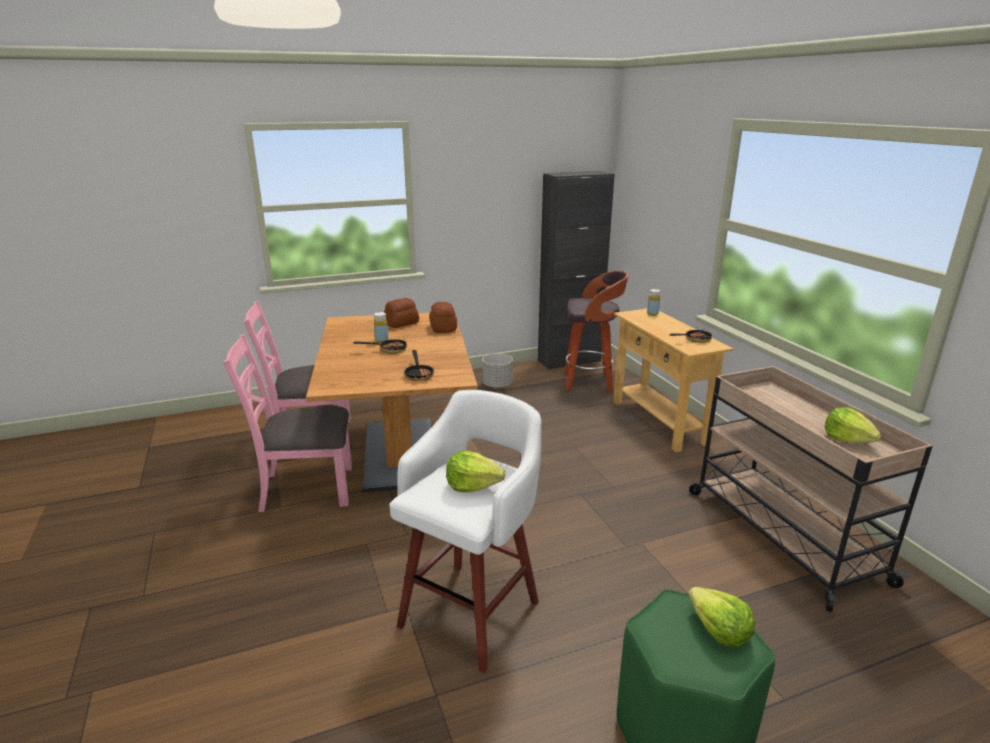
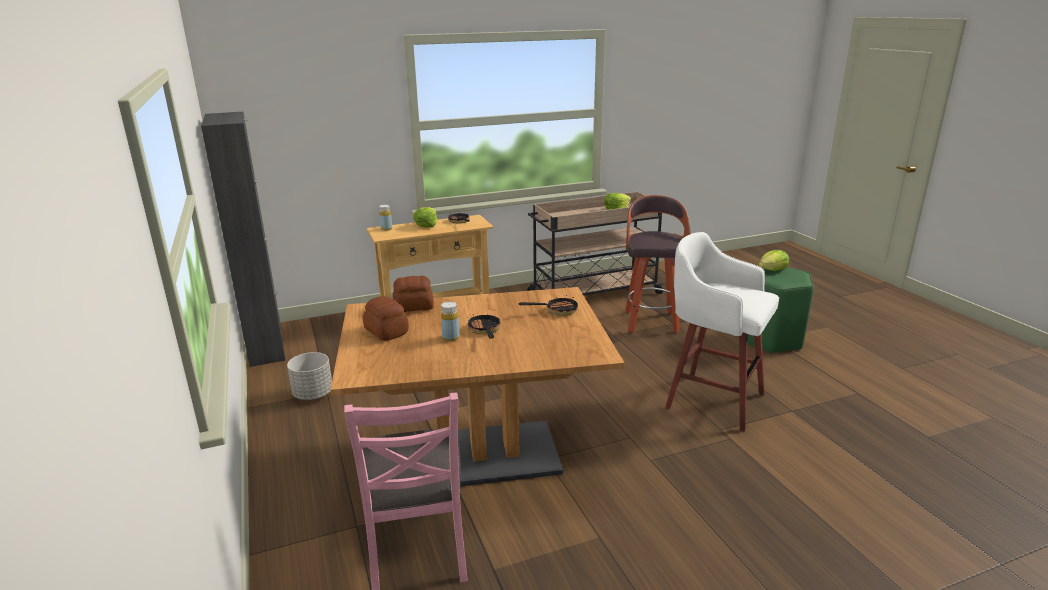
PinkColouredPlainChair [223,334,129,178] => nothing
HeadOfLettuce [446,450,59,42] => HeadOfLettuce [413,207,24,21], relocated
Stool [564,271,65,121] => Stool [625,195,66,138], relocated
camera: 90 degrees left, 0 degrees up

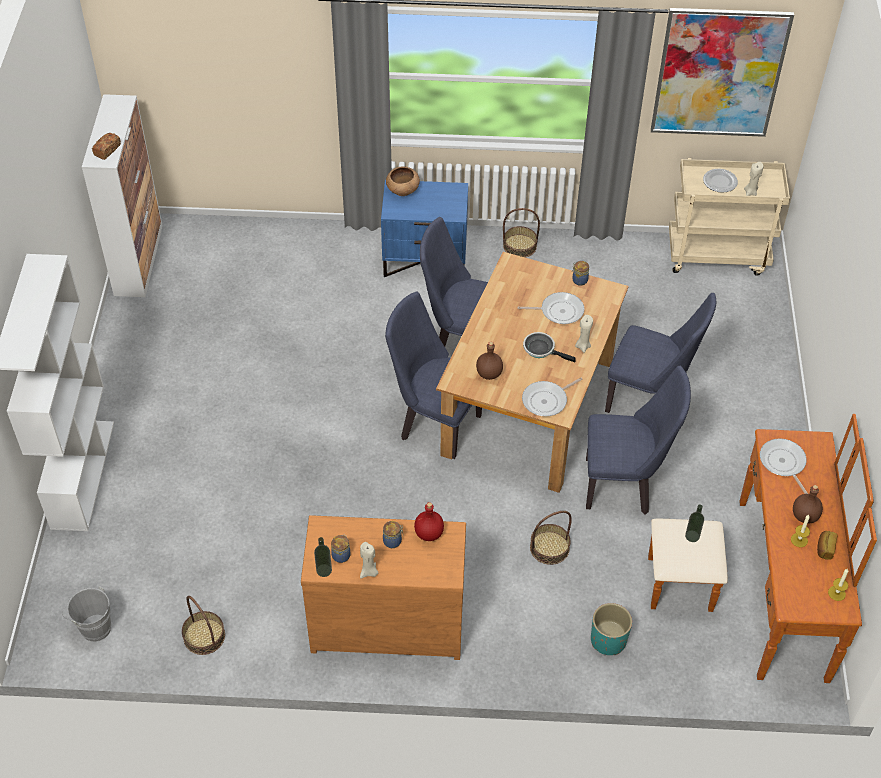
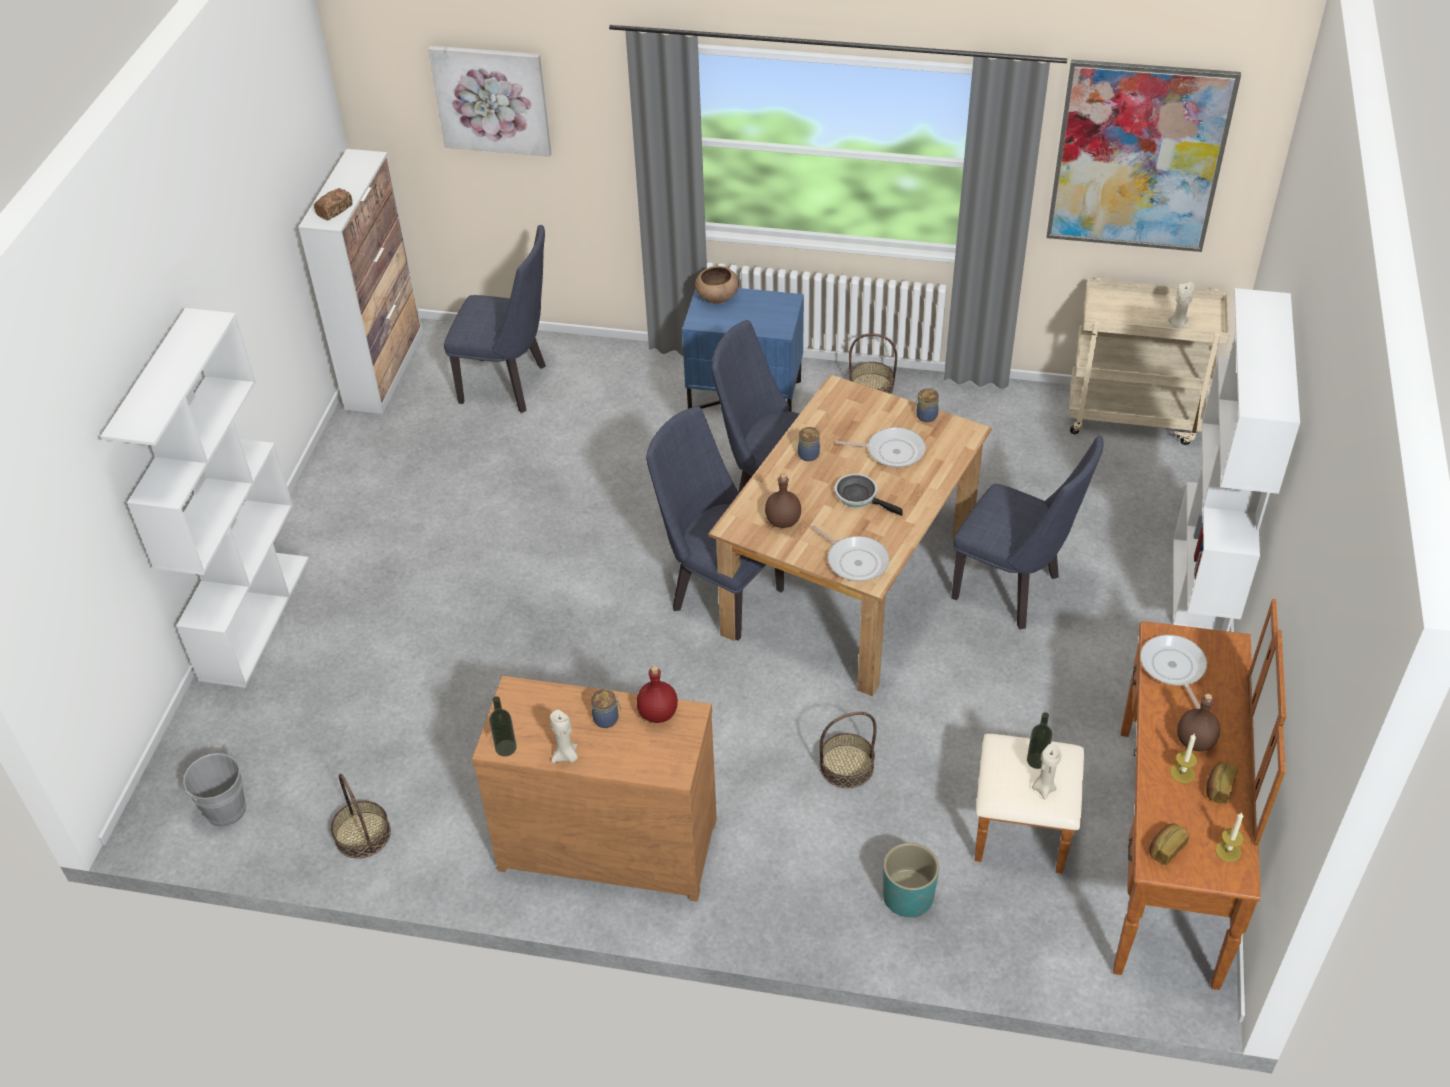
Plate [703,169,35,24] => nothing
nothing => Picture [428,46,123,111]
nothing => BakeryBread [1149,823,41,42]
nothing => WhiteBookcase [1173,288,127,343]
StorageJar [331,535,19,28] => StorageJar [798,427,22,34], relocated
BeigeWaxLight [575,315,18,38] => BeigeWaxLight [1032,744,30,55], relocated
BlueColouredPlainChair [586,365,105,150] => BlueColouredPlainChair [444,225,102,188], relocated
Pan [522,378,60,38] => Pan [812,525,78,57], 105 degrees counterclockwise
camera: 10 degrees right, 5 degrees down

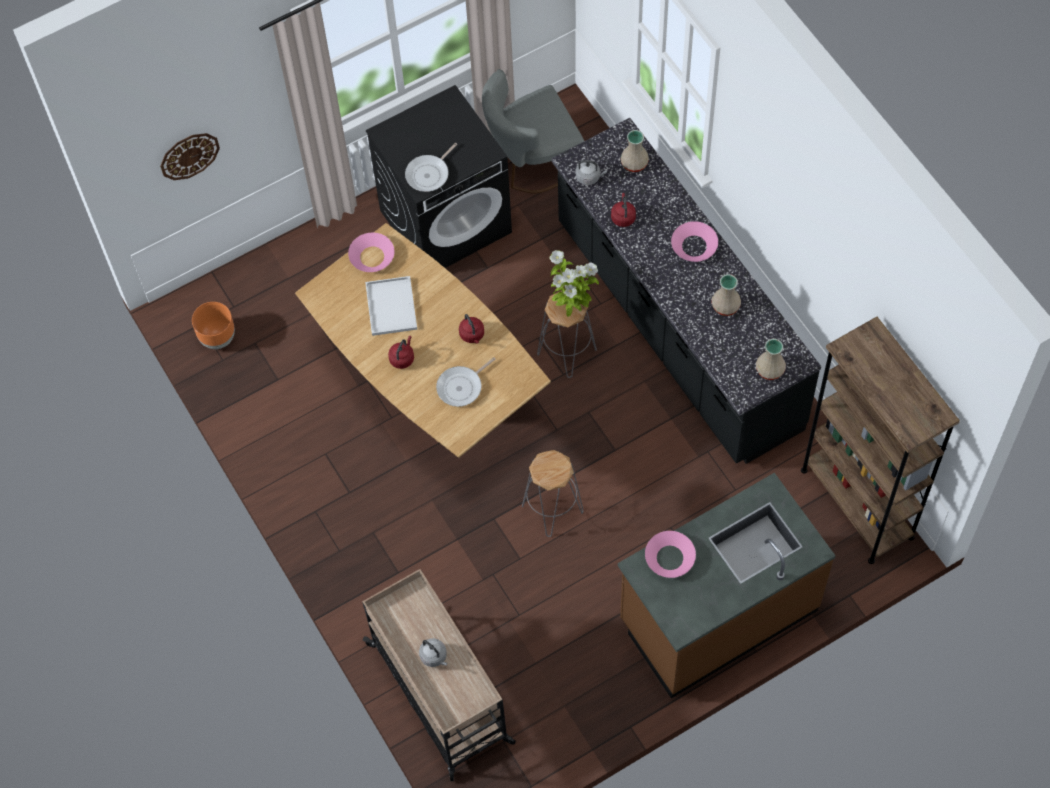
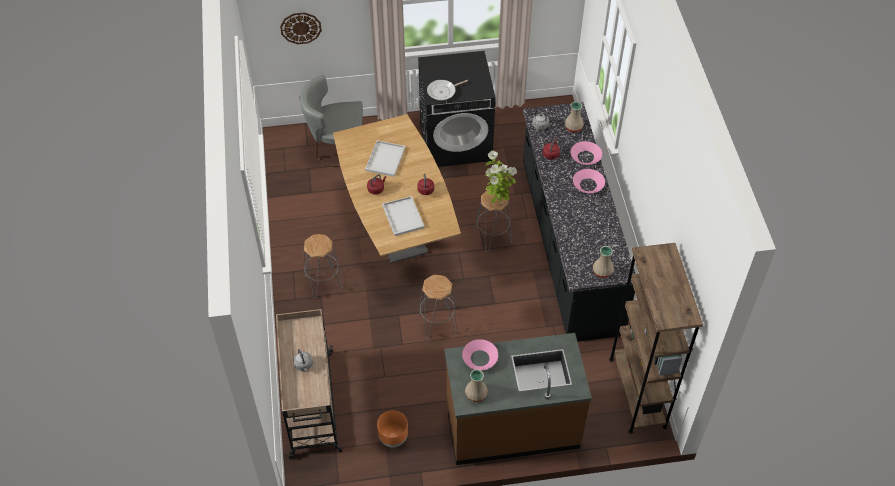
nothing => GreyishStool [303,234,40,64]
OrangeyPlanter [192,302,43,47] => OrangeyPlanter [377,410,31,38], relocated
PinkColouredBowl [348,233,47,39] => PinkColouredBowl [571,141,31,24], relocated
GreyishPlainChair [482,69,102,124] => GreyishPlainChair [299,75,64,92], relocated
BeigeVase [712,274,29,42] => BeigeVase [465,369,23,33], relocated
Pan [436,357,59,50] => WhiteTray [382,196,43,40]
camera: 20 degrees right, 10 degrees down

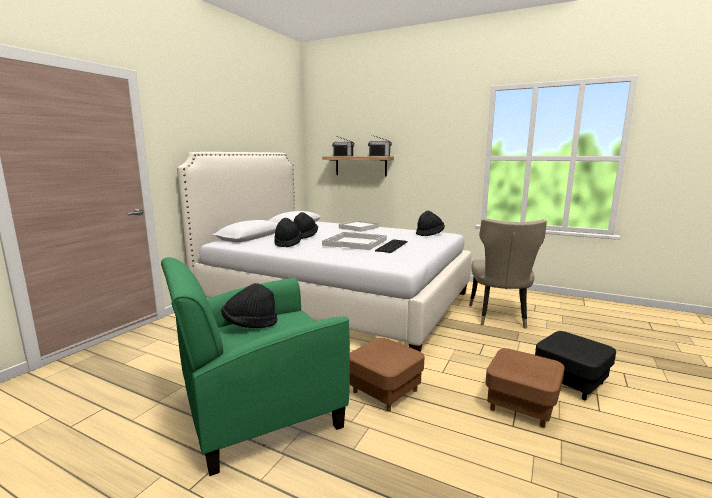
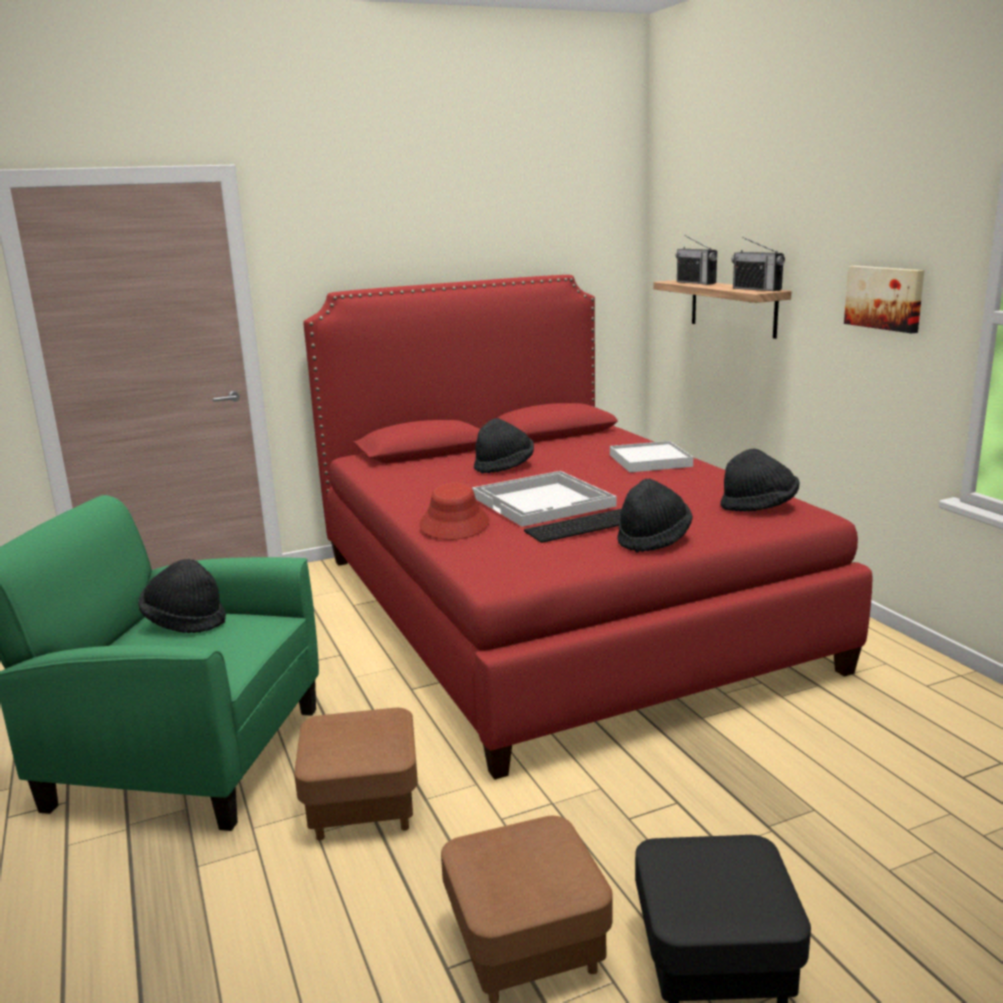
BeigePlainChair [469,218,78,110] => nothing
nothing => RedHat [419,483,70,57]
nothing => Picture [844,266,80,68]
BlackColouredHat [274,218,28,29] => BlackColouredHat [617,479,76,74], relocated
WhiteSleepingBed [177,152,294,200] => RedSleepingBed [303,275,569,505]
camera: 40 degrees right, 5 degrees up

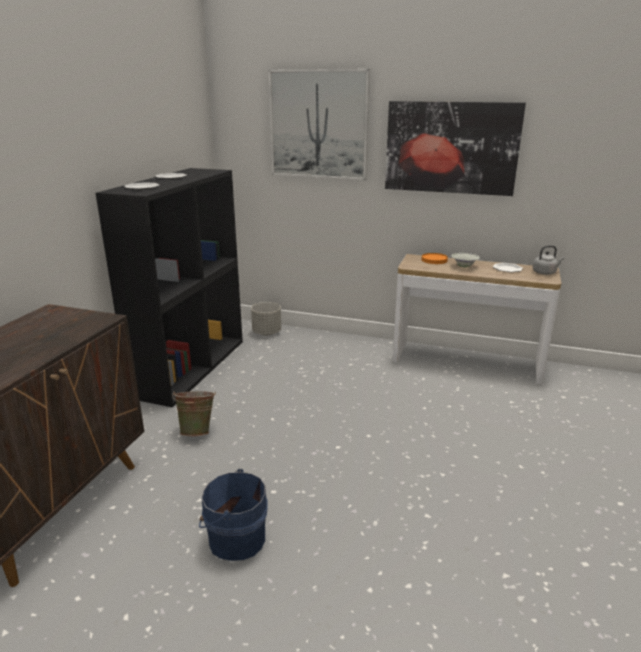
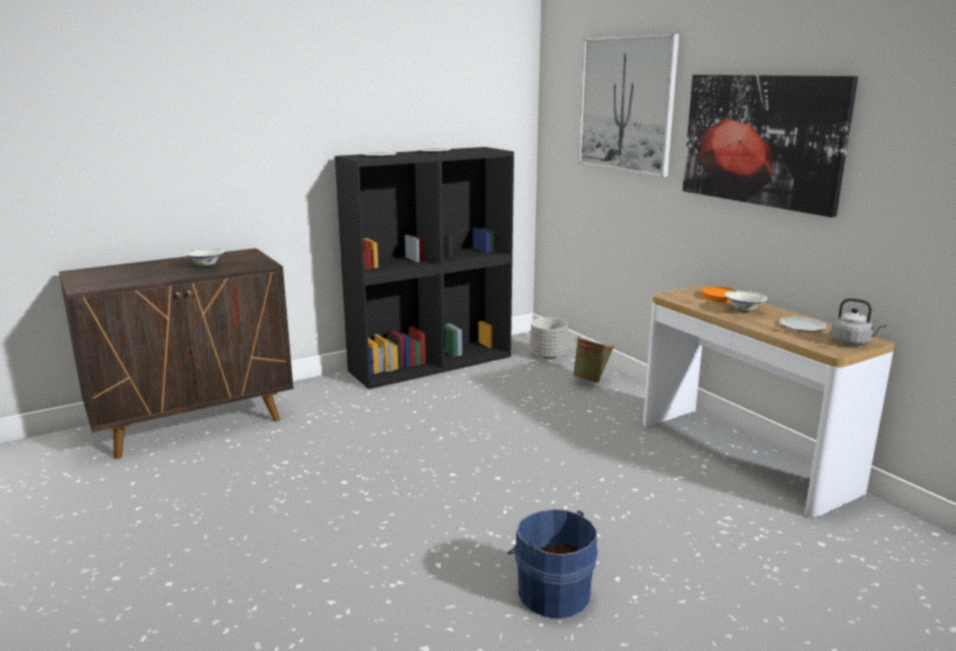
nothing => WhiteBowl [184,248,41,19]
GreenishPail [172,391,44,45] => GreenishPail [573,336,41,47], relocated
BlueColouredPail [199,469,68,92] => BlueColouredPail [507,509,91,110], relocated
camera: 40 degrees right, 5 degrees down

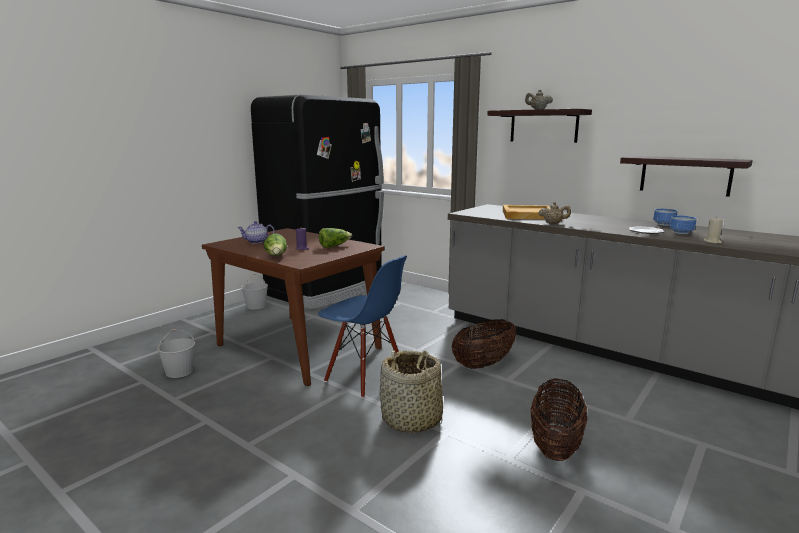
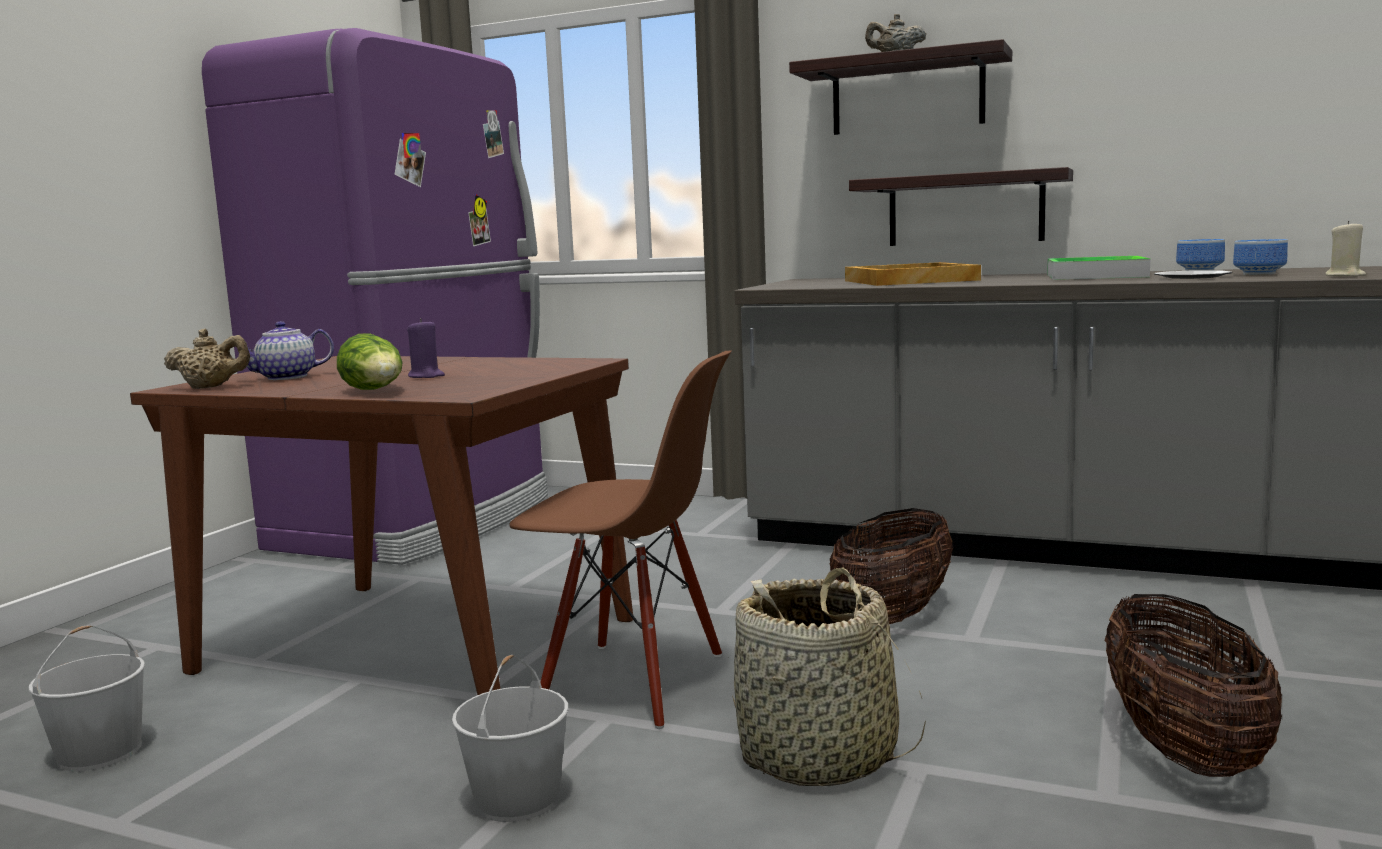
HeadOfLettuce [319,228,33,20] => nothing
nothing => Tray [1047,256,103,24]
WhitePail [241,274,27,35] => WhitePail [452,655,116,167], relocated
BeigeTeapot [539,202,32,22] => BeigeTeapot [164,329,86,60], relocated
BracketShelf [620,156,133,41] => BracketShelf [849,167,224,79], relocated
BlackColouredFridge [251,95,133,214] => PurplishFridge [202,28,346,537]
BlueColouredPlainChair [318,256,89,142] => BrownishPlainChair [509,350,223,379]
camera: 15 degrees left, 5 degrees down

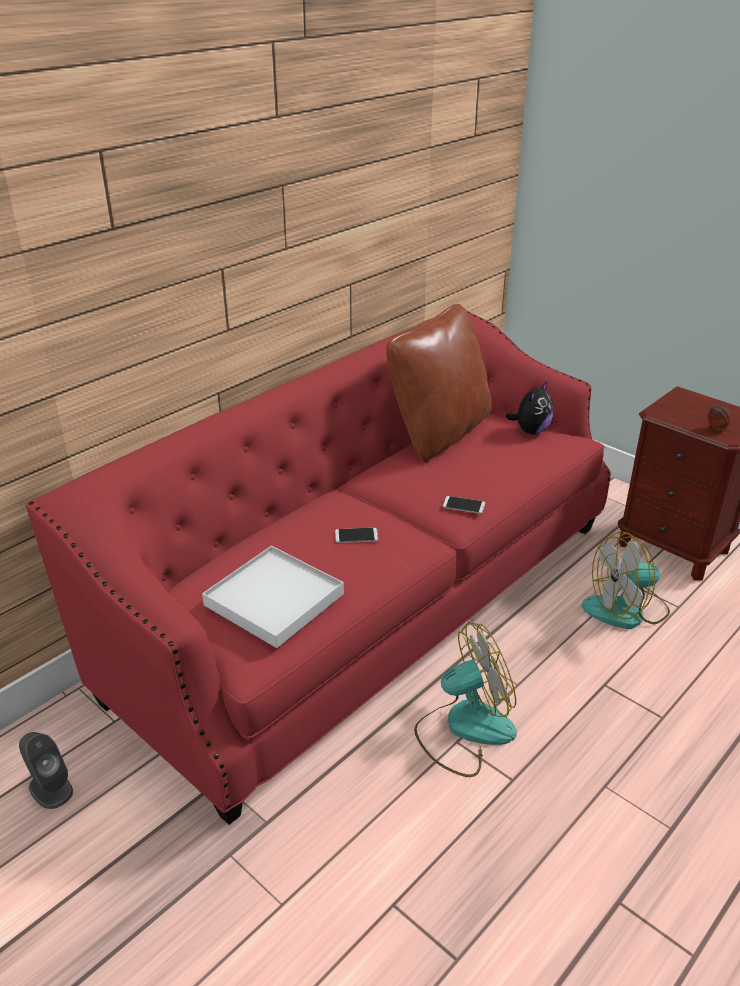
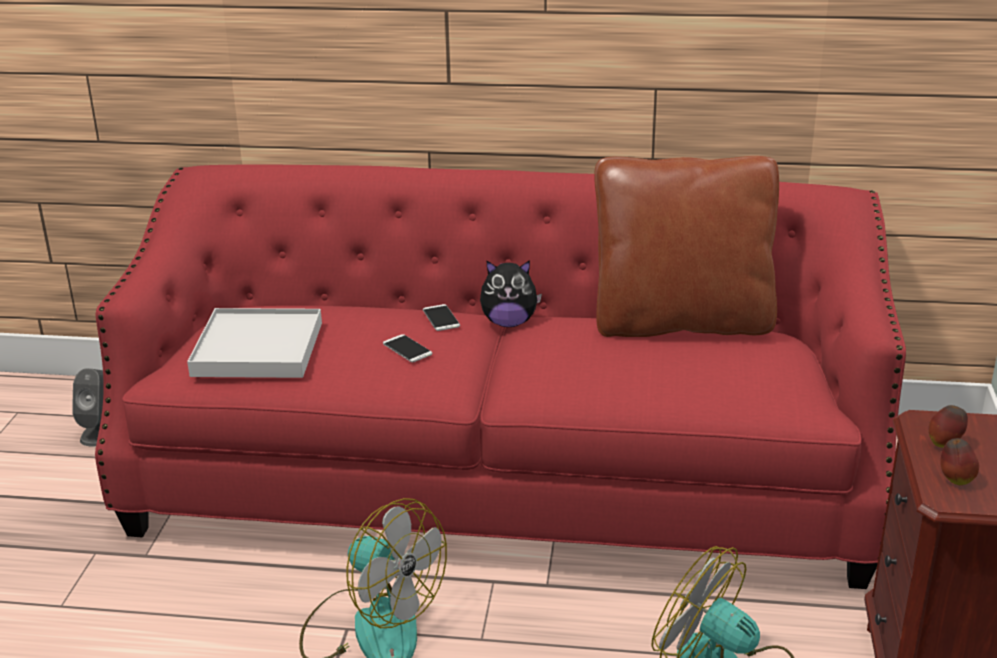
nothing => WholeApple [929,405,39,43]
Handset [443,496,42,18] => Handset [423,304,37,27], relocated
CuddlyToy [505,381,48,53] => CuddlyToy [480,260,62,67], relocated
camera: 55 degrees right, 5 degrees down

